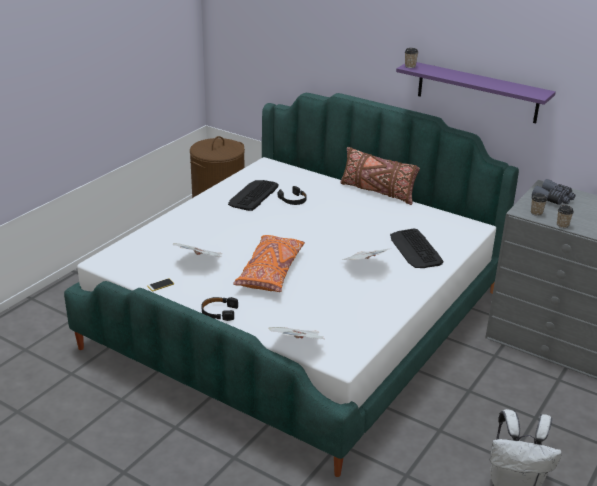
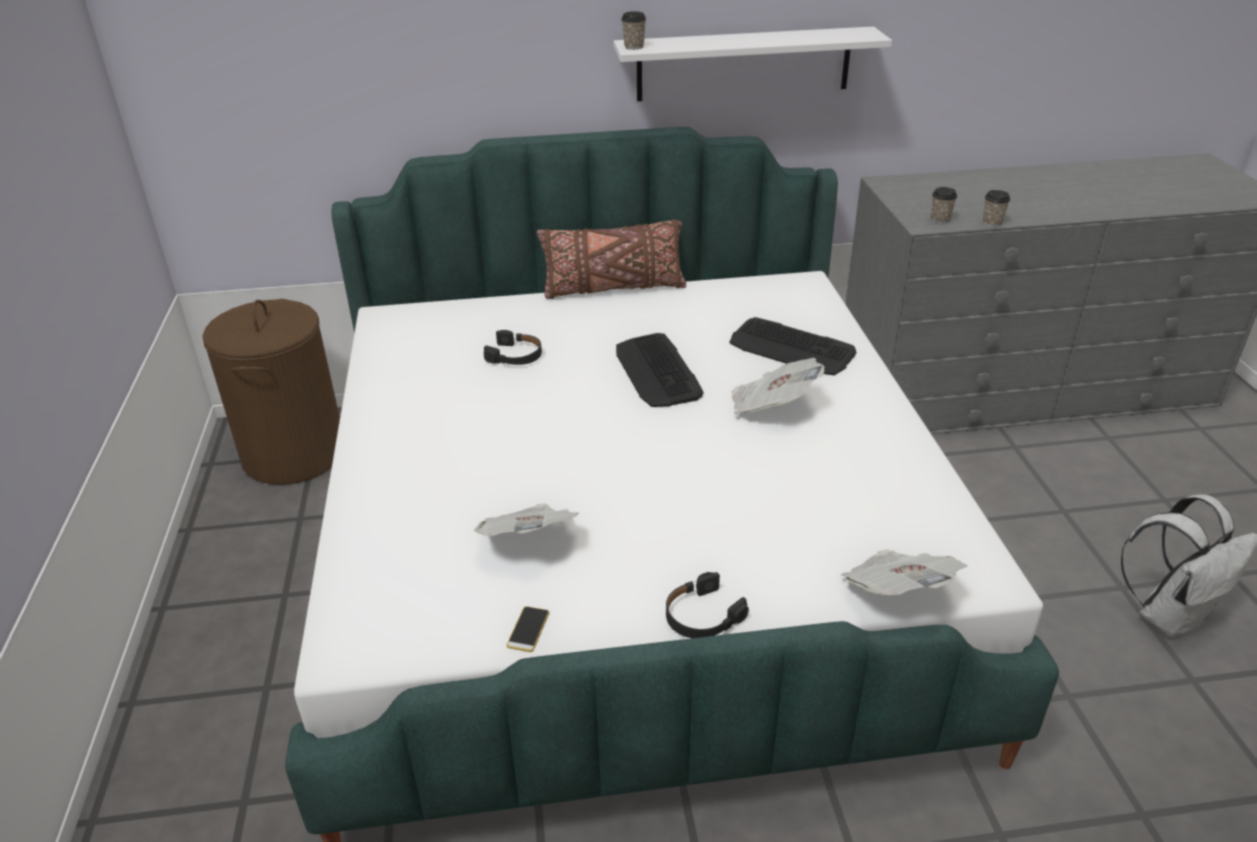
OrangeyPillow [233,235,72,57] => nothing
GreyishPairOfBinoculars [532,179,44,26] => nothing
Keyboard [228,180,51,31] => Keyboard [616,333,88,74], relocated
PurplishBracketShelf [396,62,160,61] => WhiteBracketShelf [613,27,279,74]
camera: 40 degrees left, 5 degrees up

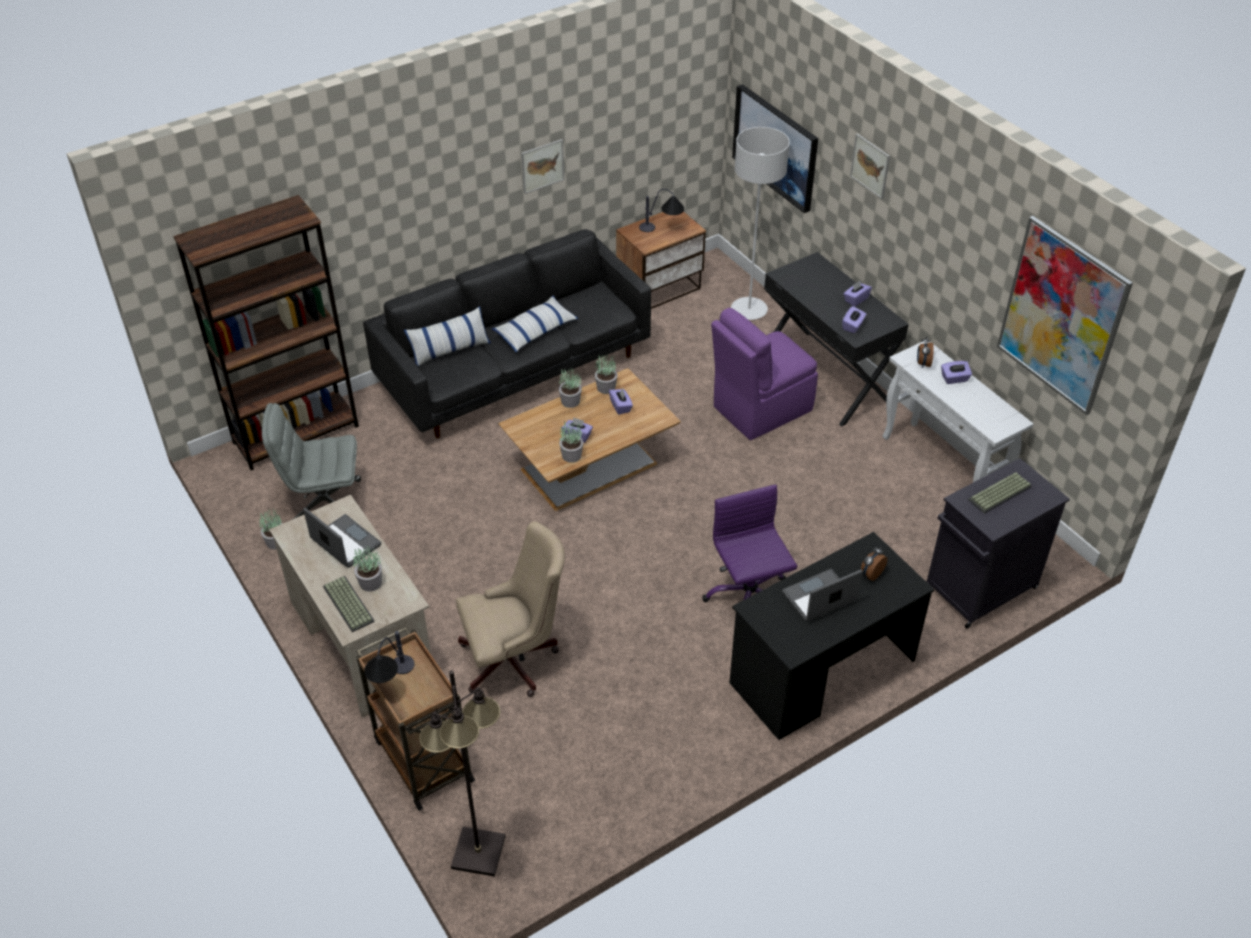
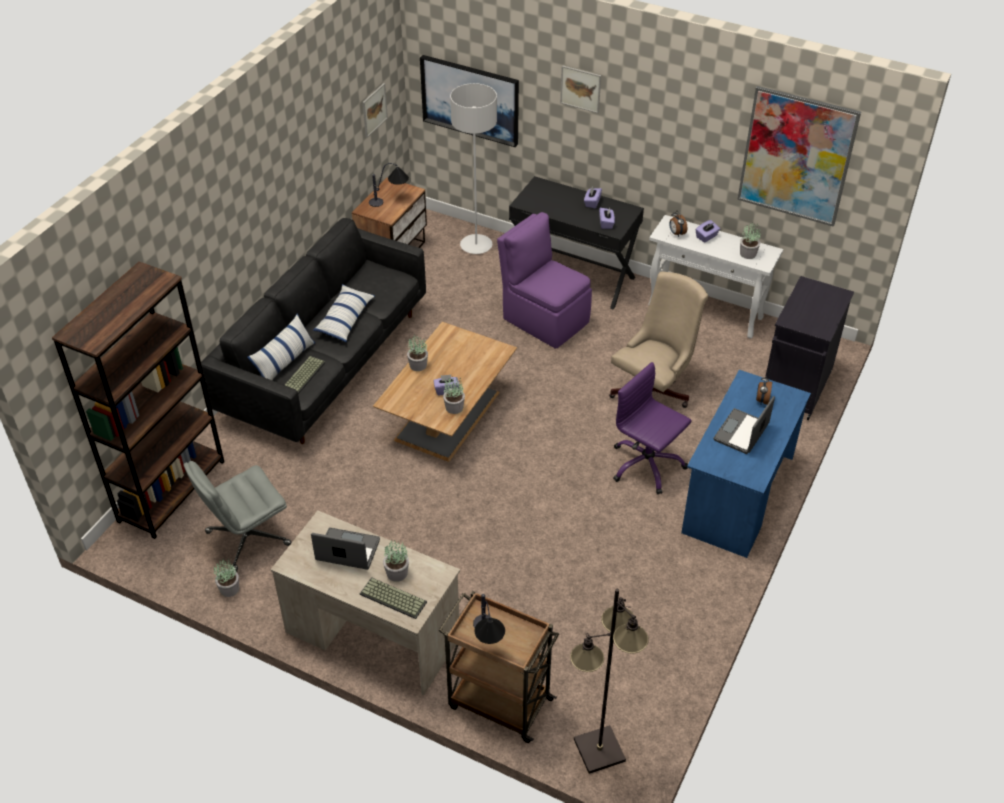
PurplishTissueHolder [609,389,24,26] => nothing
BeigeOfficeChair [456,521,109,176] => BeigeOfficeChair [609,271,99,137], relocated
Picture [521,139,43,55] => Picture [363,83,25,55], relocated
PlantInAPot [595,354,23,40] => PlantInAPot [740,222,20,37], relocated
Keyboard [968,472,64,42] => Keyboard [285,356,40,38], relocated
BlackColouredDeskTable [729,532,205,208] => BlueColouredDeskTable [681,370,130,188]
PurplishPlainChair [711,308,107,132] => PurplishPlainChair [497,212,95,137], 105 degrees clockwise
camera: 30 degrees left, 0 degrees up

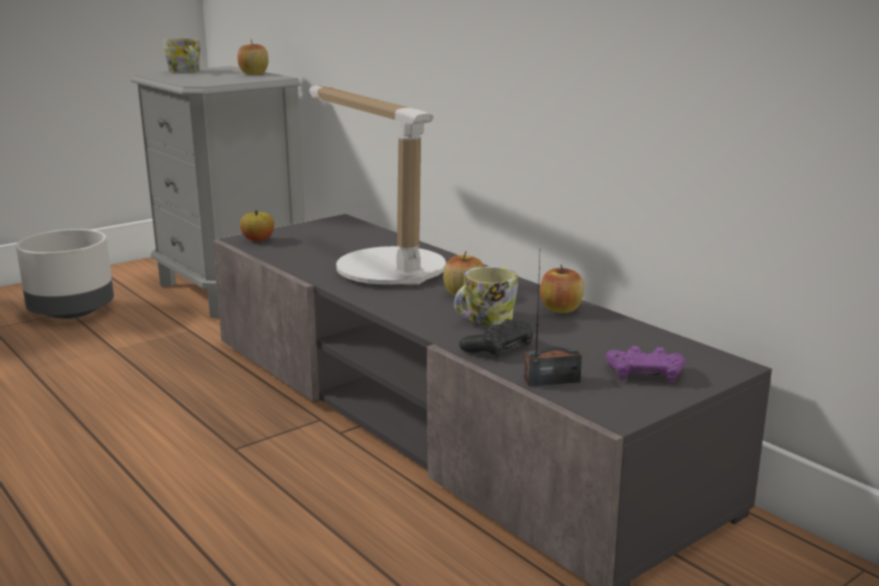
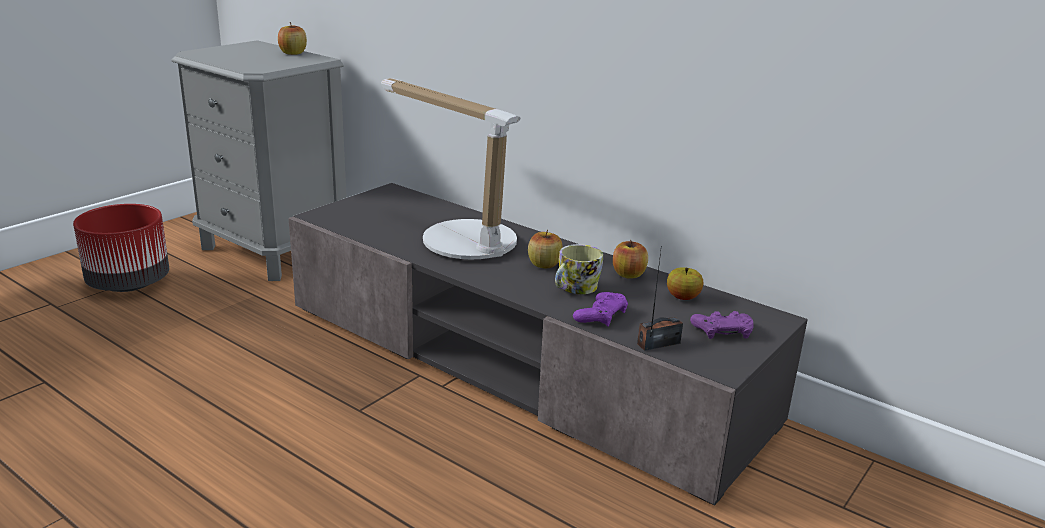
Mug [163,38,38,35] => nothing
WholeApple [240,210,34,31] => WholeApple [667,267,36,33], relocated
GreyishPlanter [16,229,98,90] => RedPlanter [73,204,96,88]
BlackColouredGamepad [459,319,74,40] => PurplishGamepad [573,292,55,35]
camera: 15 degrees left, 5 degrees up

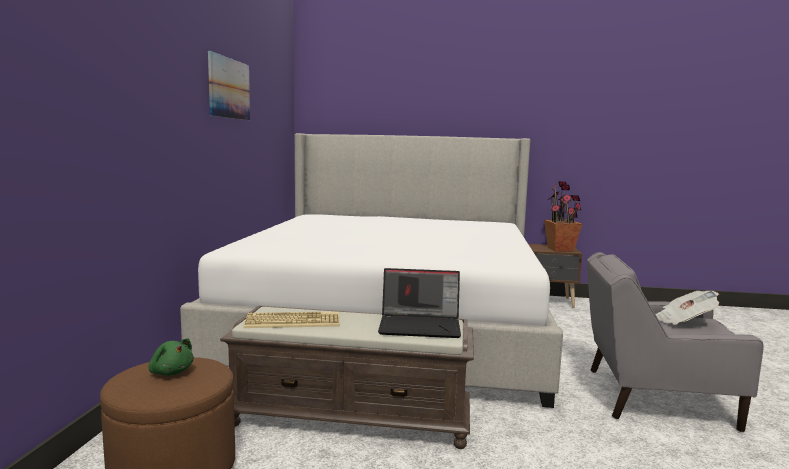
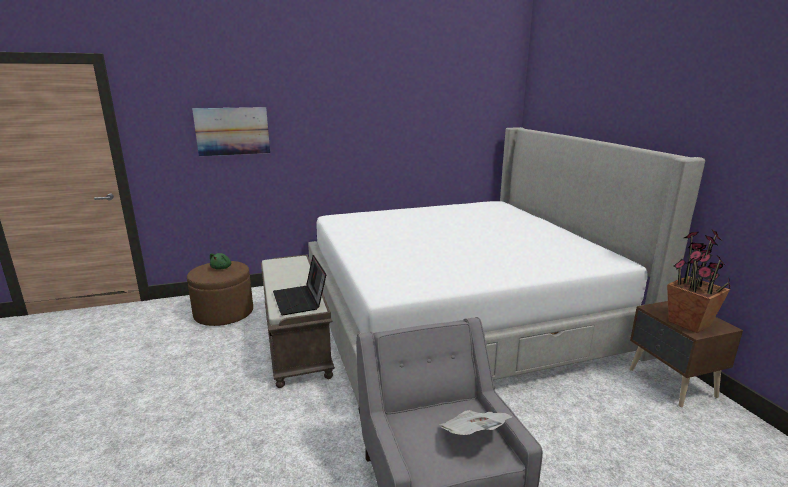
Keyboard [243,312,97,16] => nothing
Picture [208,51,42,70] => Picture [192,107,78,49], relocated
camera: 65 degrees right, 10 degrees up

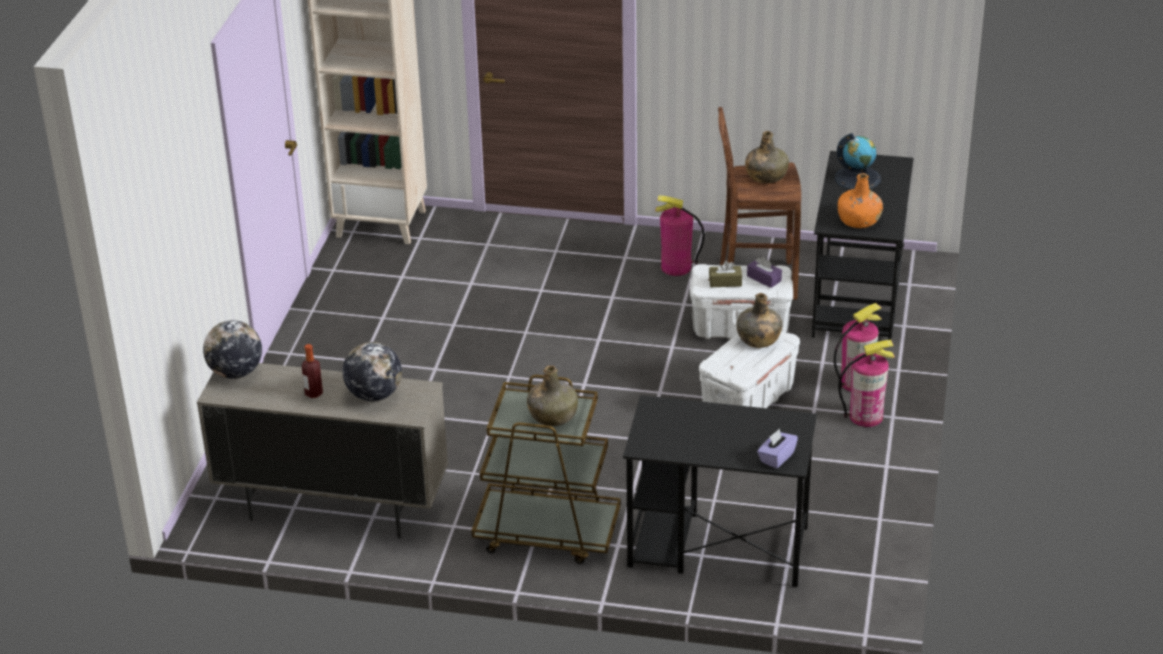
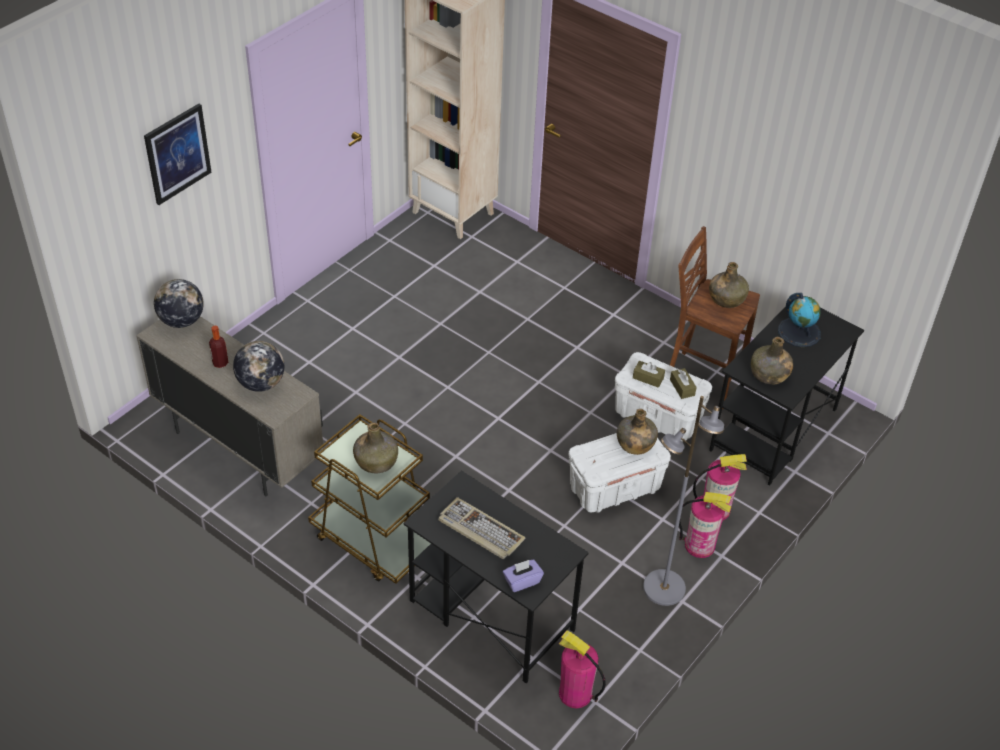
nothing => Picture [144,104,67,101]
nothing => Keyboard [438,497,87,62]
nothing => GreyishFloorLamp [643,396,81,210]
FireFightingCylinder [655,195,50,81] => FireFightingCylinder [559,630,47,78], relocated
PurplishTissueHolder [747,257,35,31] => BrownishTissueHolder [670,368,27,31]
OrangeyBottle [838,173,45,55] => GreenishBottle [751,337,42,48]
camera: 25 degrees right, 10 degrees up

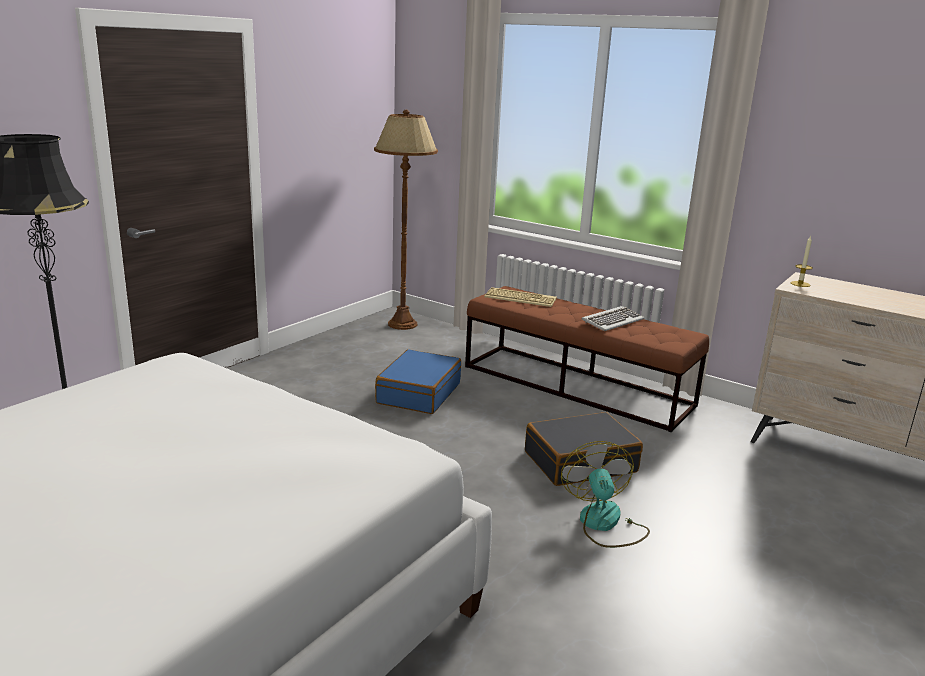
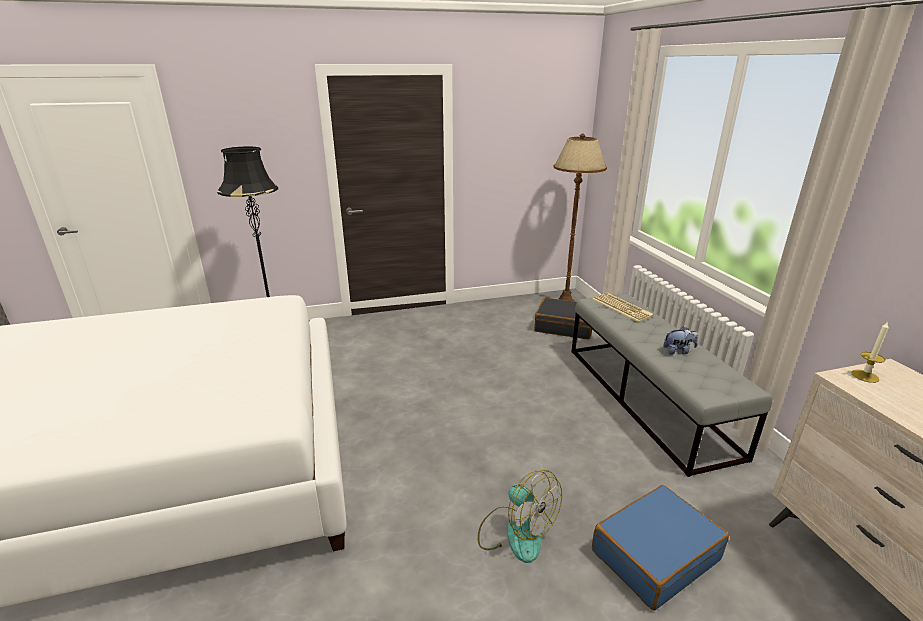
BlueColouredTravelCase [375,349,86,65] => BlueColouredTravelCase [592,485,137,125], relocated
BlackColouredTravelCase [525,412,118,74] => BlackColouredTravelCase [534,298,58,42], relocated
Keyboard [582,306,62,25] => CuddlyToy [663,326,35,29]
BrownishIndoorBench [465,286,244,146] => GreyishIndoorBench [571,294,201,183]
ElectricFan [561,441,89,107] => ElectricFan [478,470,84,93], 105 degrees clockwise
camera: 40 degrees right, 5 degrees up

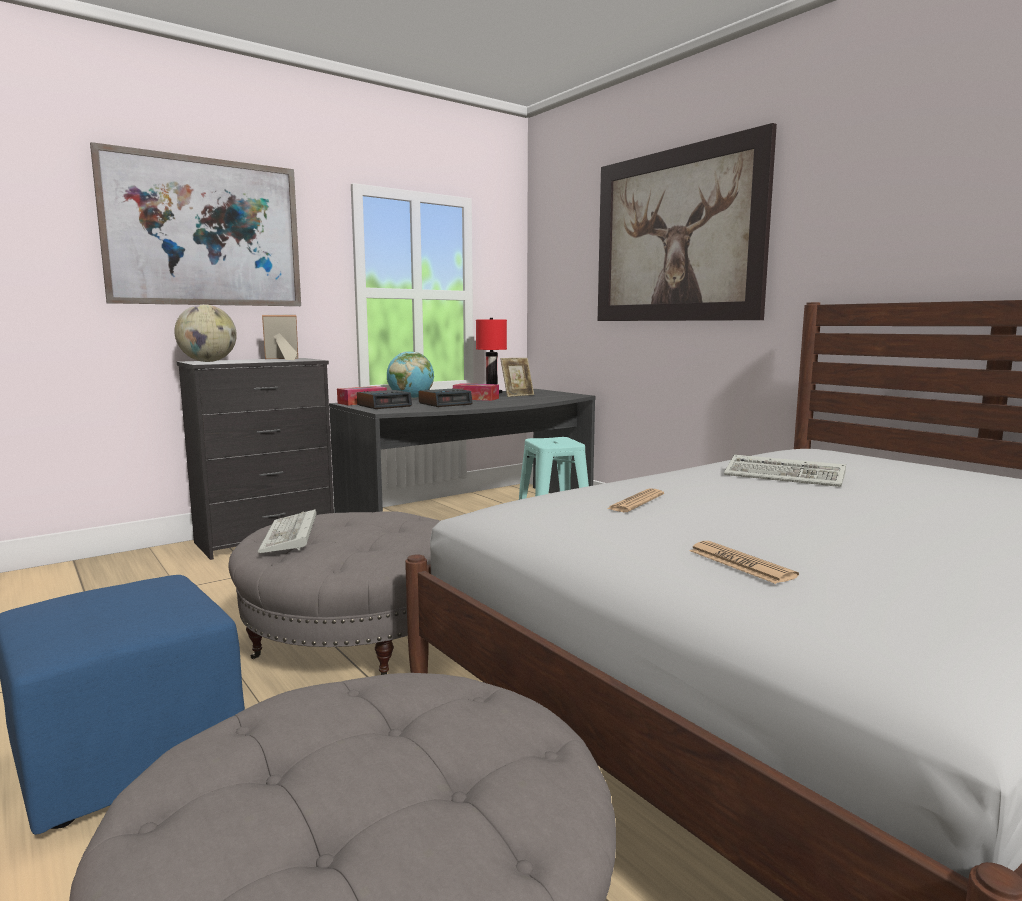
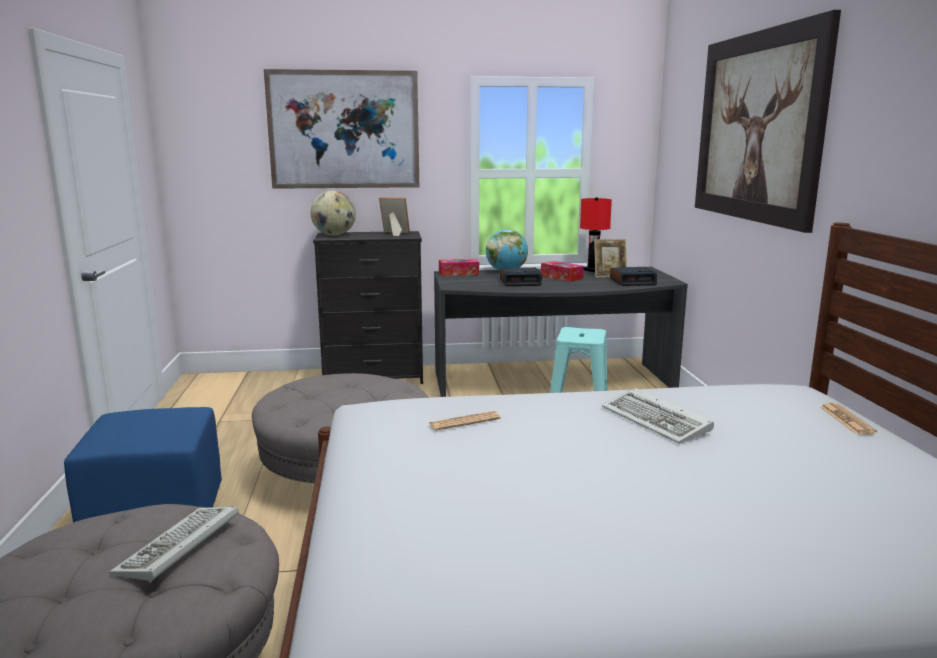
Keyboard [258,509,59,44] => Keyboard [109,506,130,77], relocated
TableClock [357,390,55,19] => TableClock [610,267,47,19], relocated
PrintedPaper [689,541,110,43] => PrintedPaper [820,403,57,31], relocated
camera: 30 degrees right, 5 degrees up

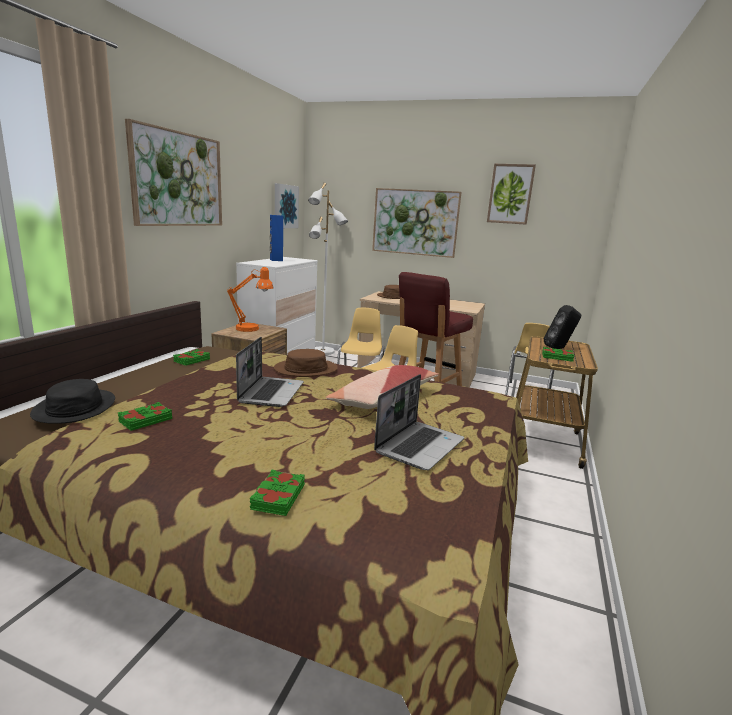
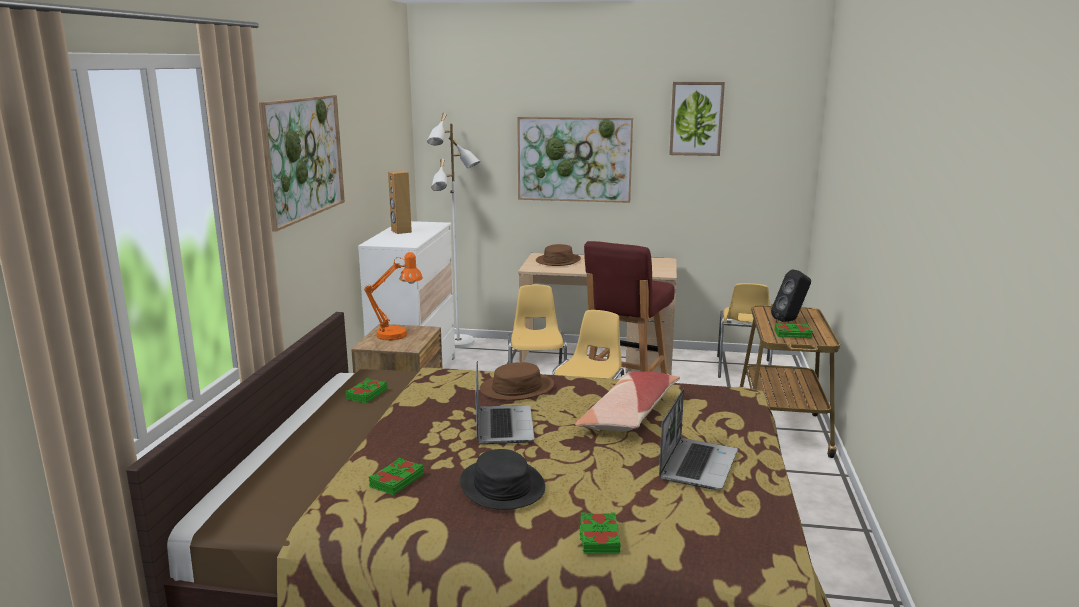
Picture [275,183,24,45] => nothing
BlackColouredHat [30,379,85,45] => BlackColouredHat [460,449,85,61], relocated
BlueColouredLoudspeaker [270,215,13,46] => BrownishLoudspeaker [388,171,24,63]
camera: 10 degrees left, 0 degrees up

